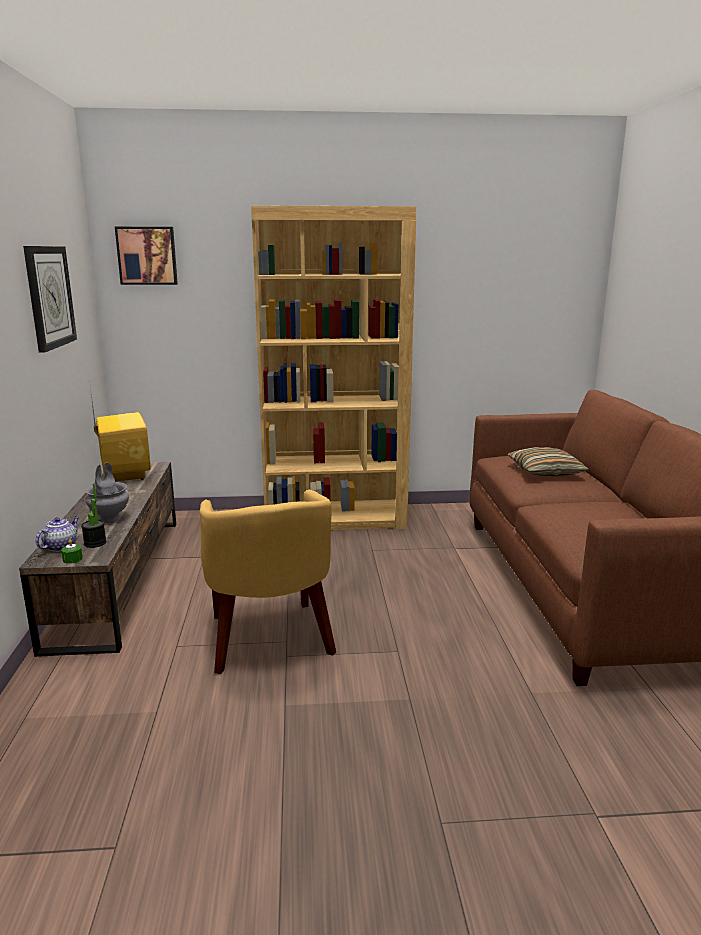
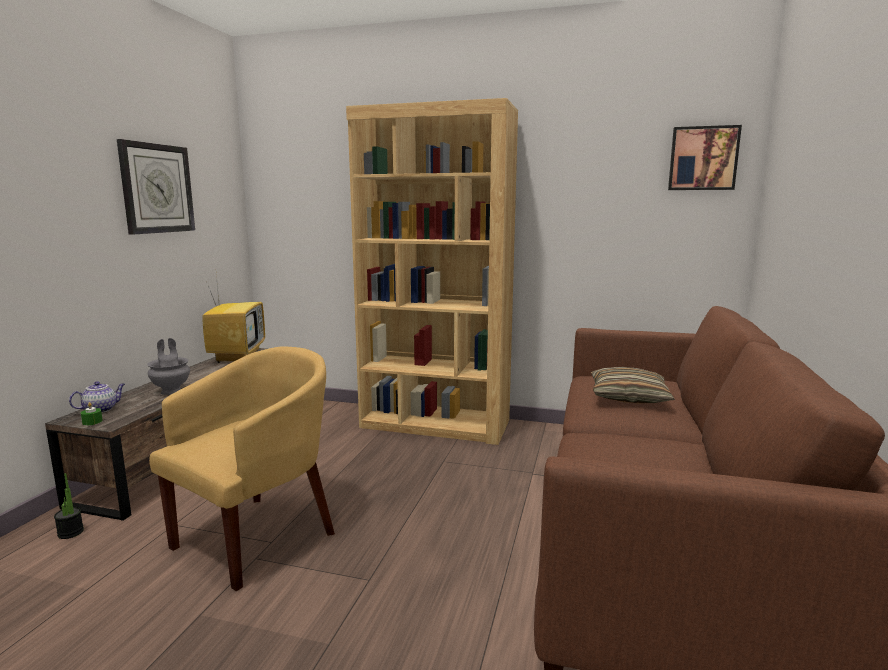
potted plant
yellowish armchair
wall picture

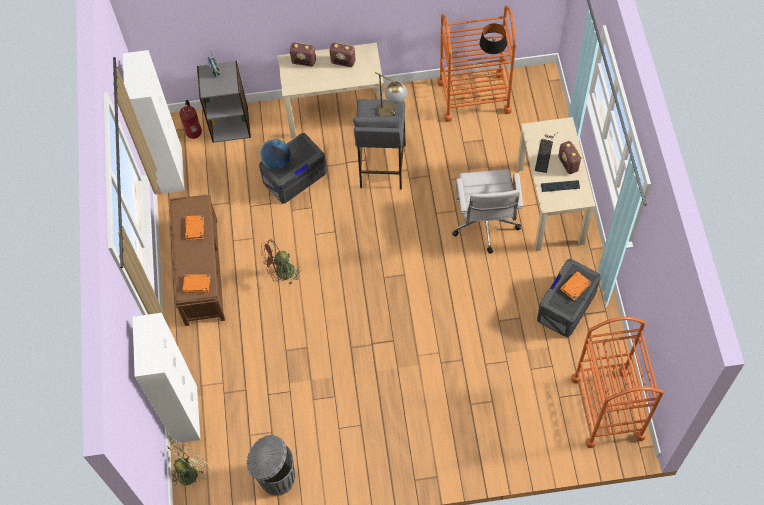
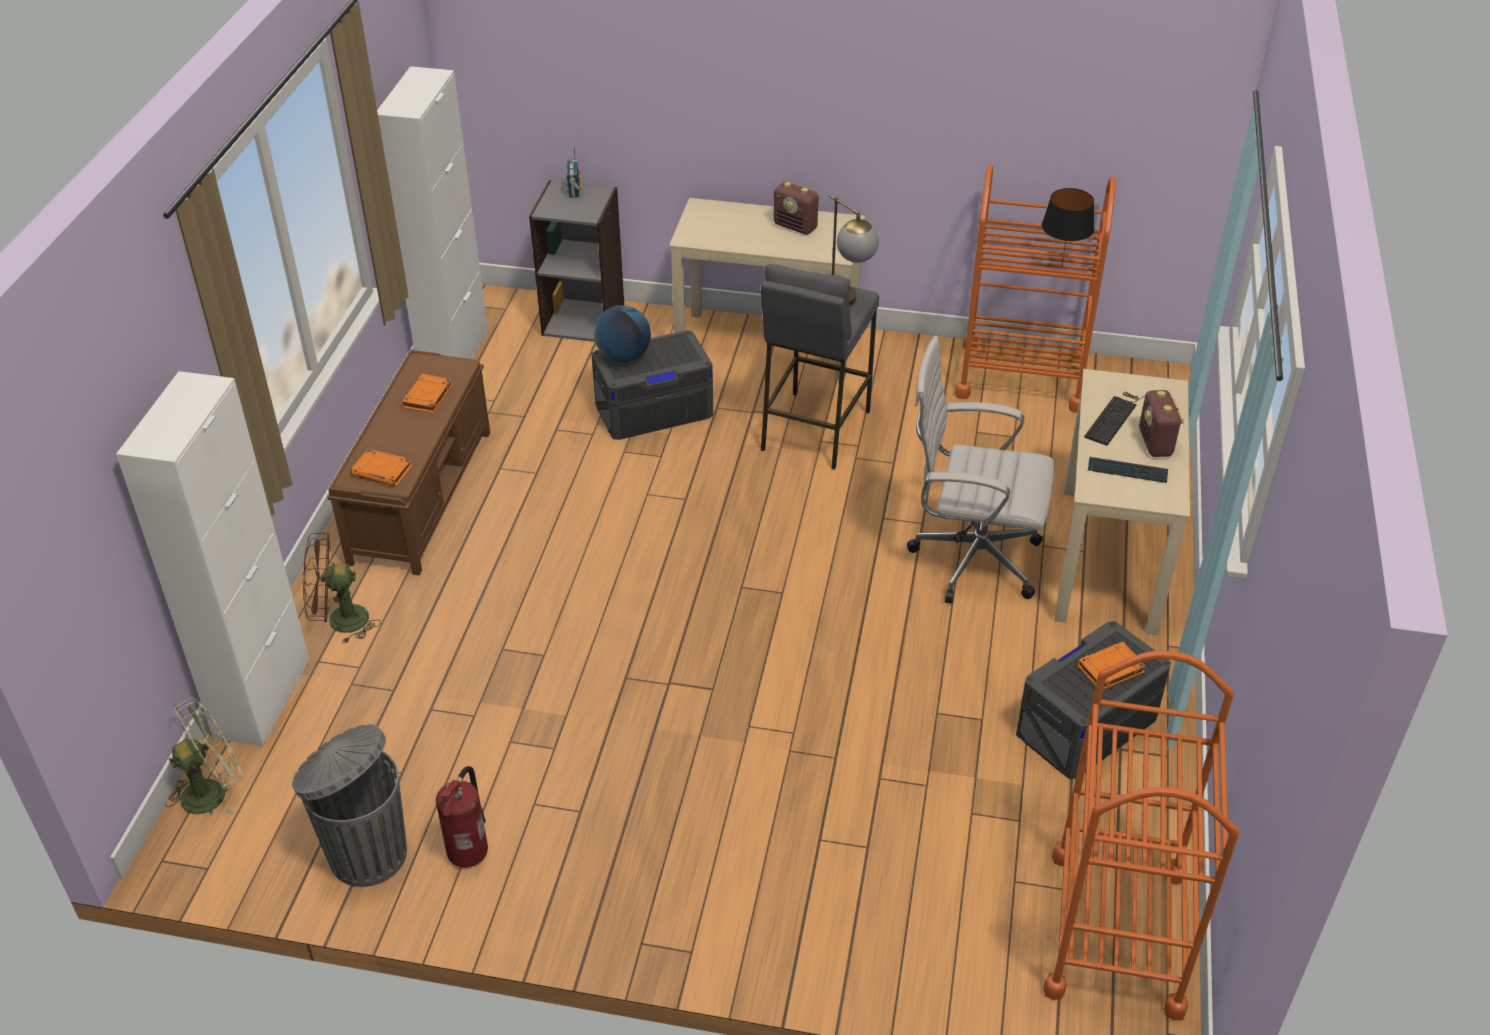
brown cooling fan
fire extinguisher
white-coloured desk chair
radio set (no. 2 from left in the first image)

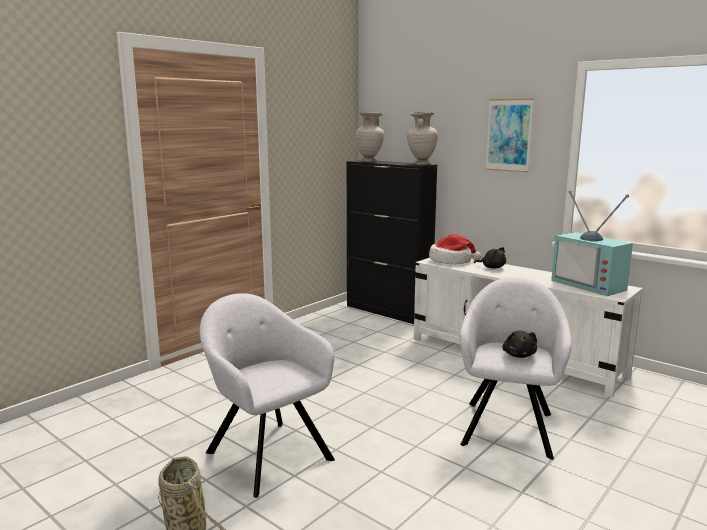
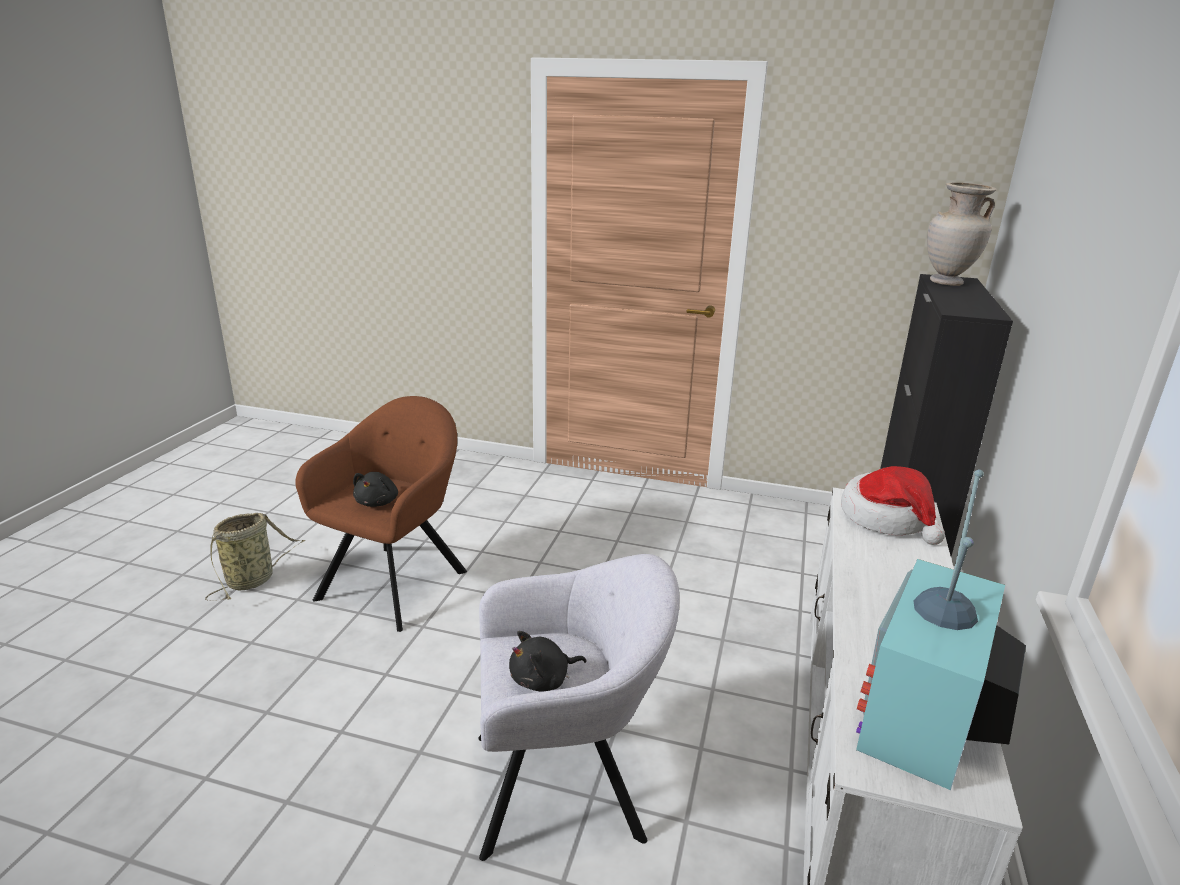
brown armchair
black cuddly toy (no. 1 from left)
beige-coloured decorative vase (no. 2 from left in the first image)
wall picture

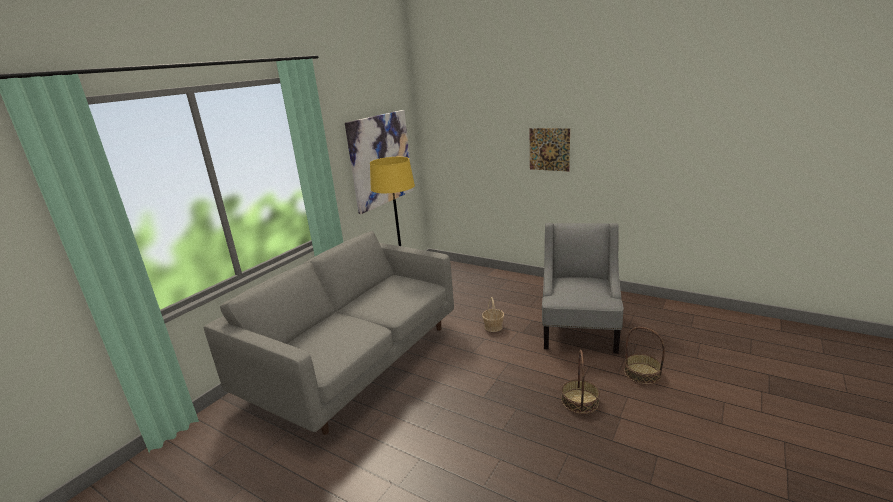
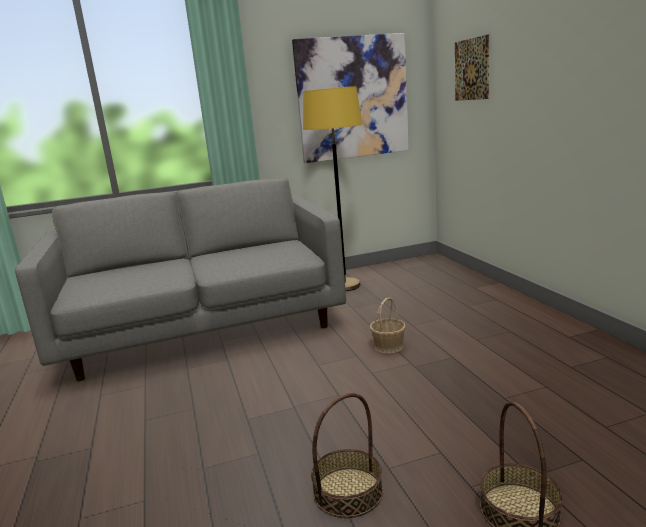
wall picture (no. 2 from left)
greyish armchair

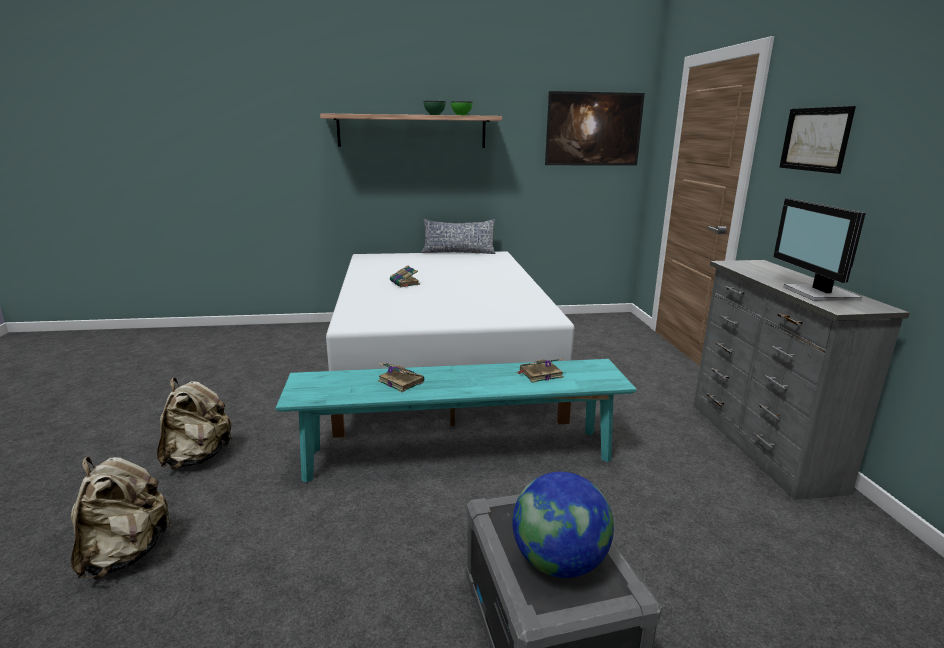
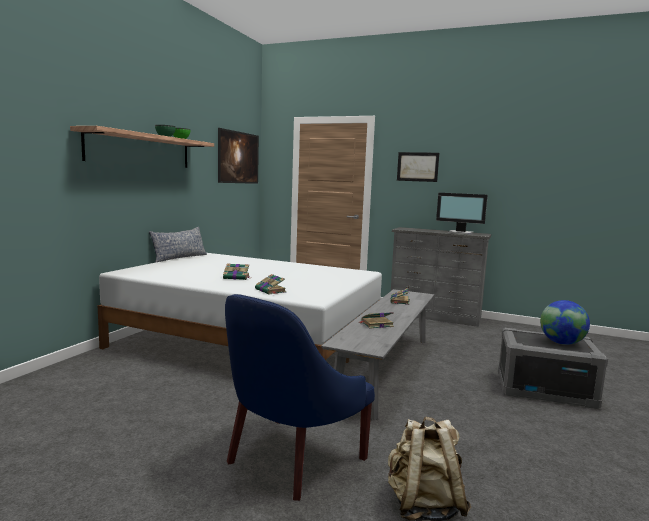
blue armchair
volume (no. 2 from left)
greyish long seat

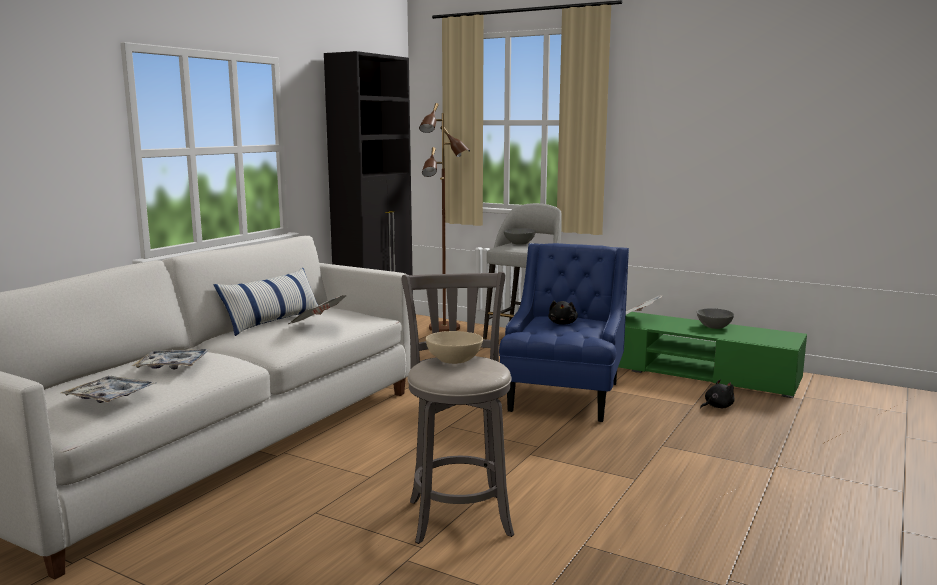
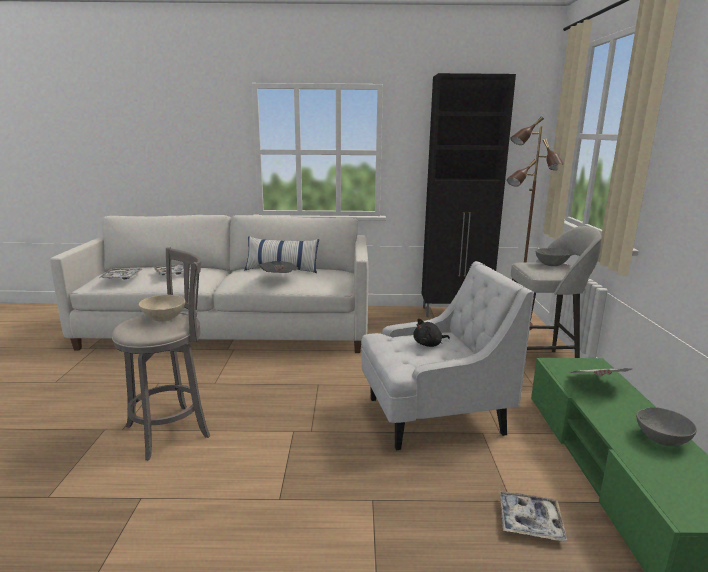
white-coloured armchair
tray (no. 3 from left)

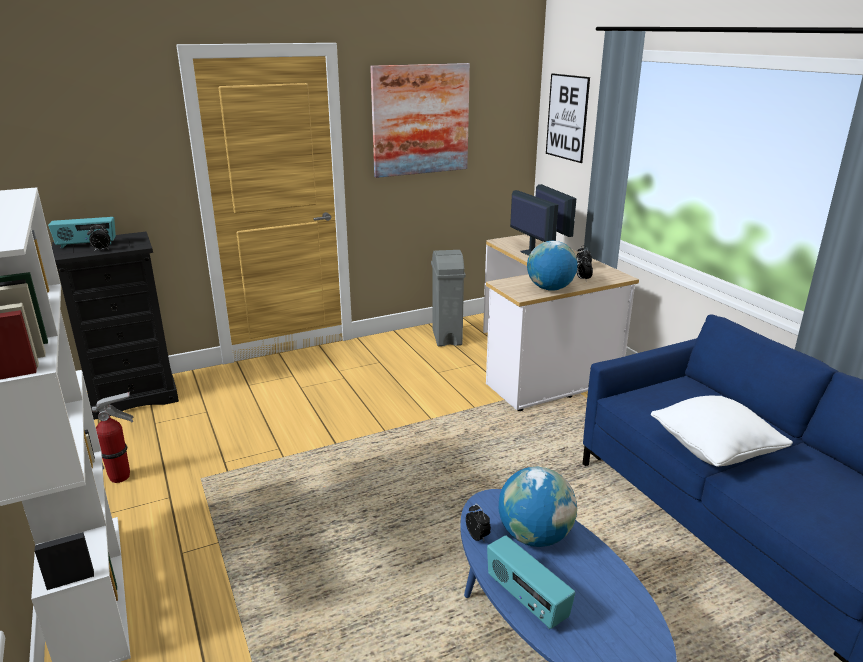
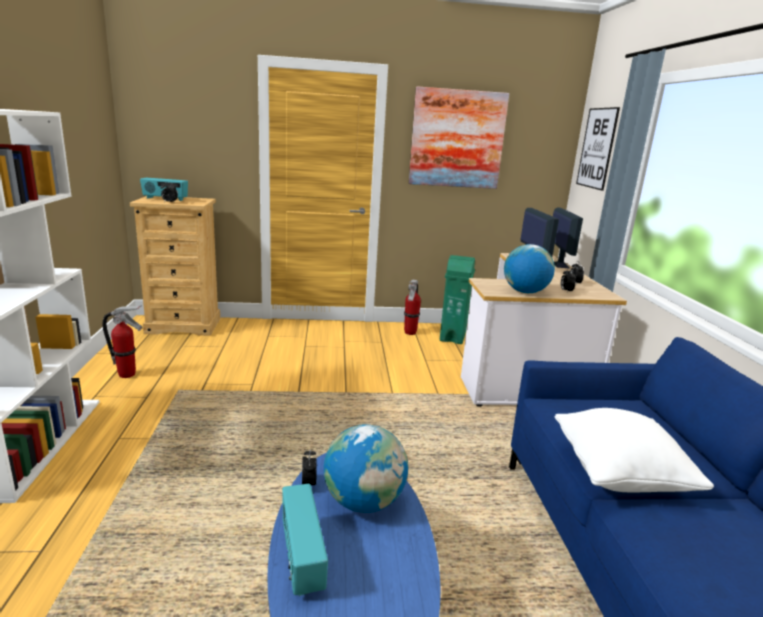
beige-coloured drawer chest
fire extinguisher (no. 2 from left)
green-coloured trash can

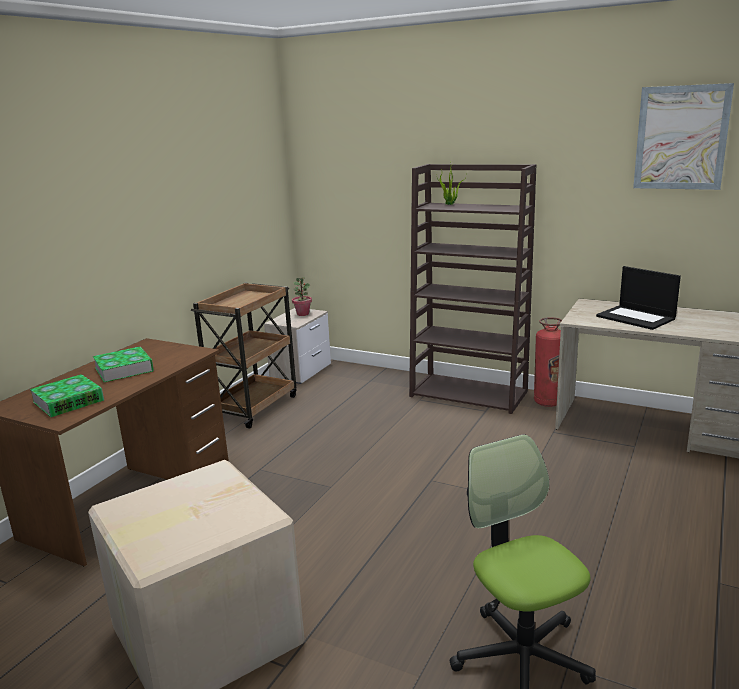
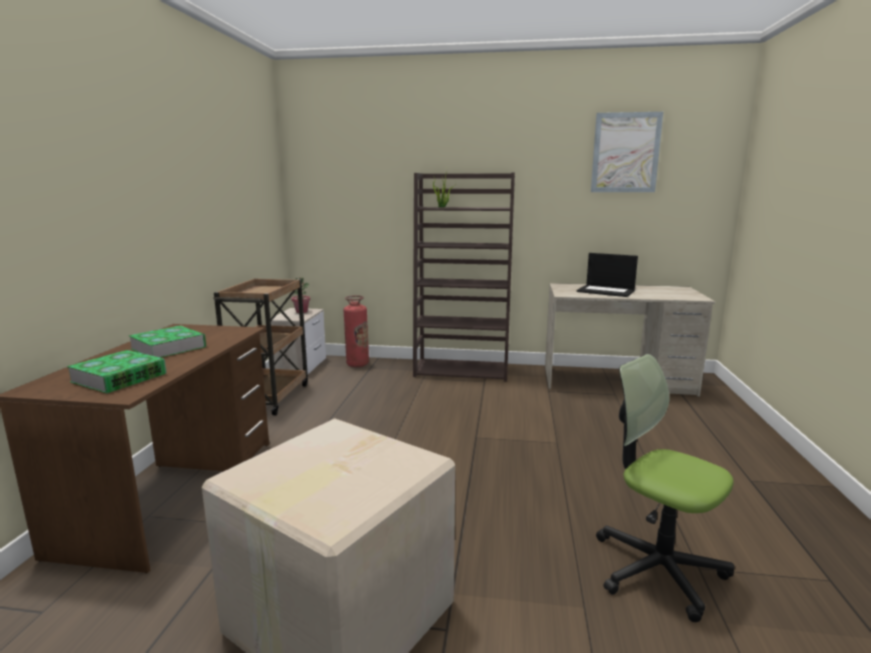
fire extinguisher

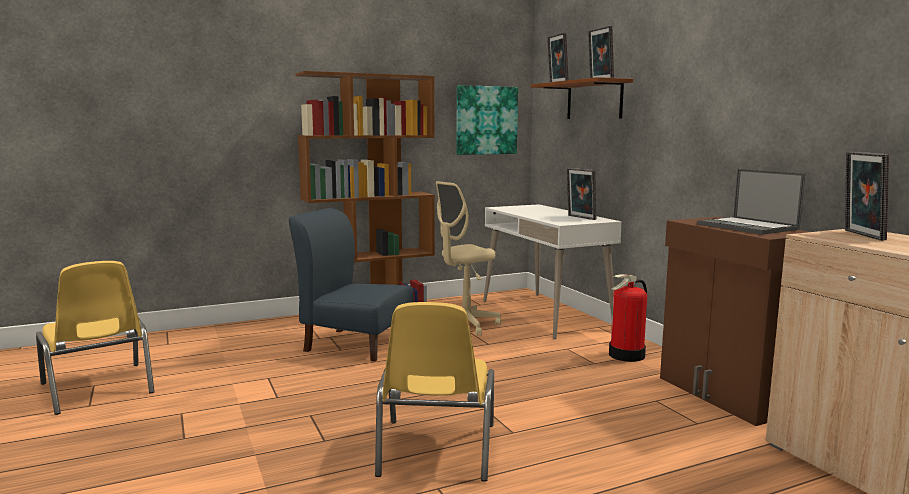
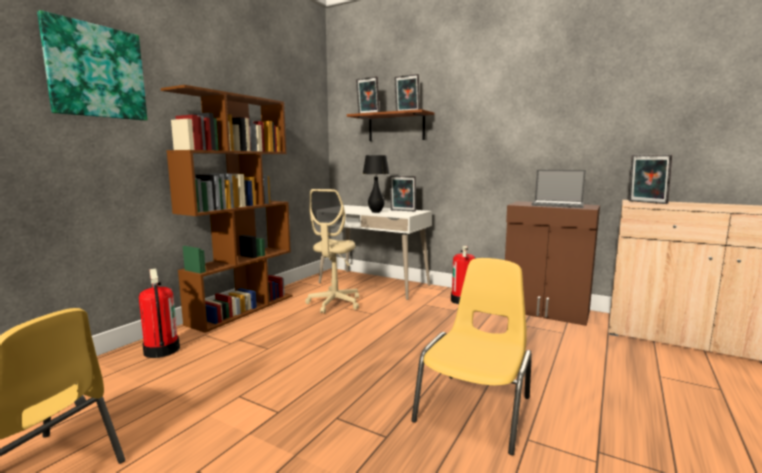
wall picture
fire extinguisher (no. 1 from left)
black table lamp
yellowish upright chair (no. 2 from left)
blue upright chair

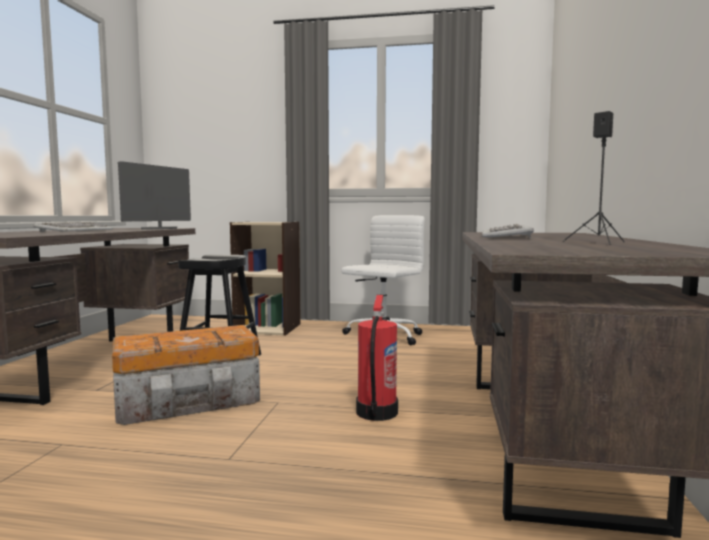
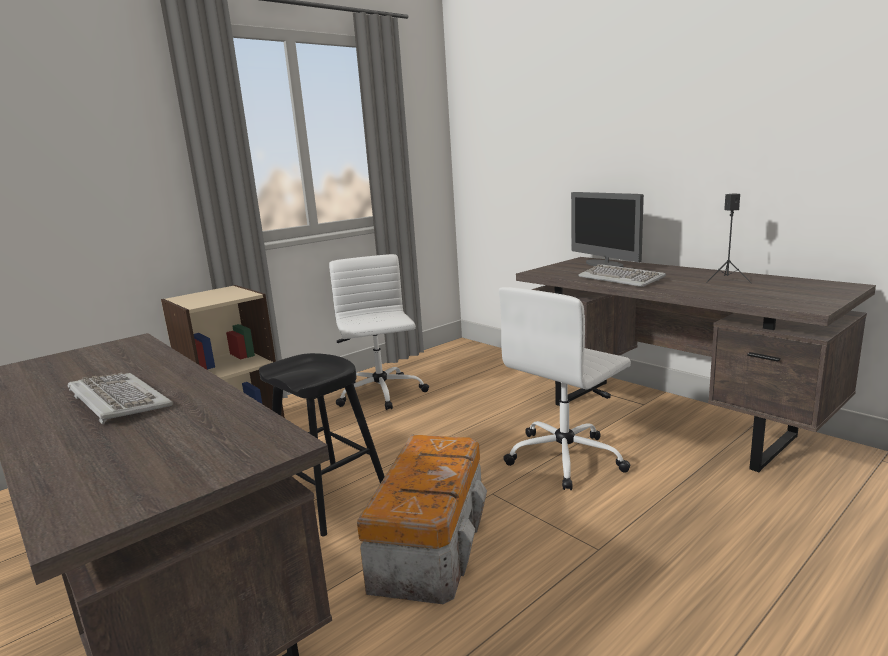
white-coloured desk chair (no. 2 from left)
computer display

